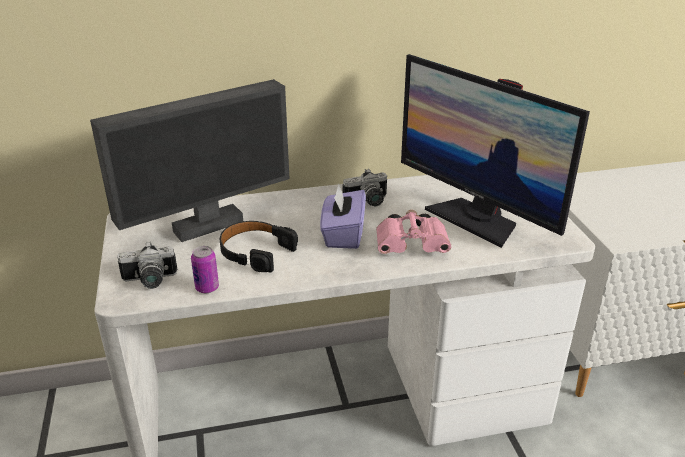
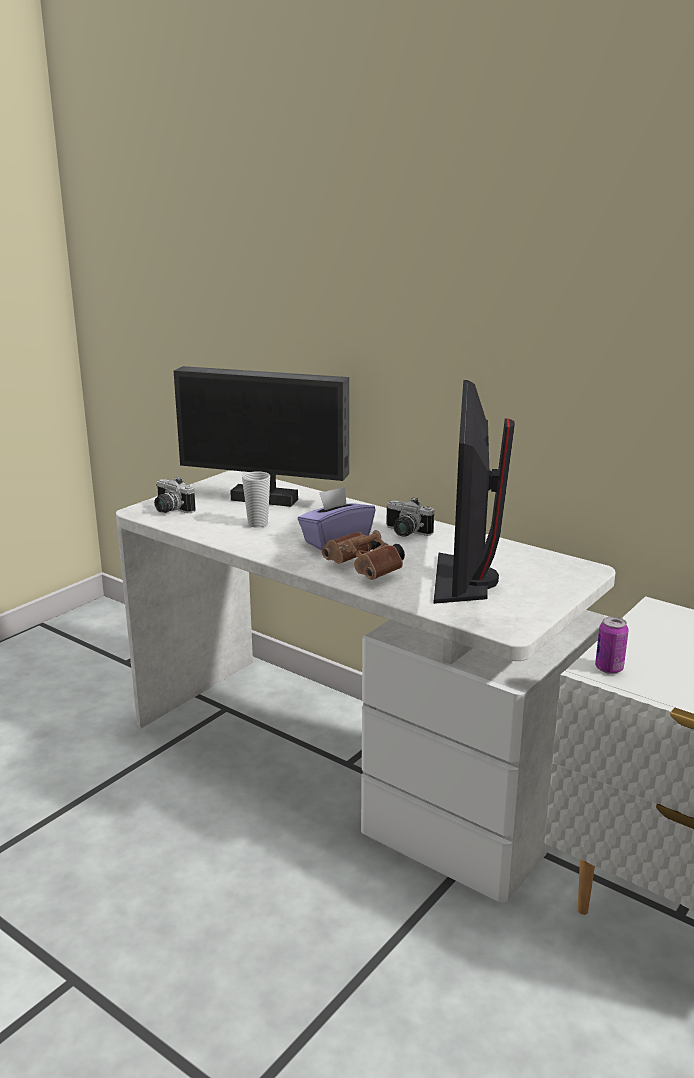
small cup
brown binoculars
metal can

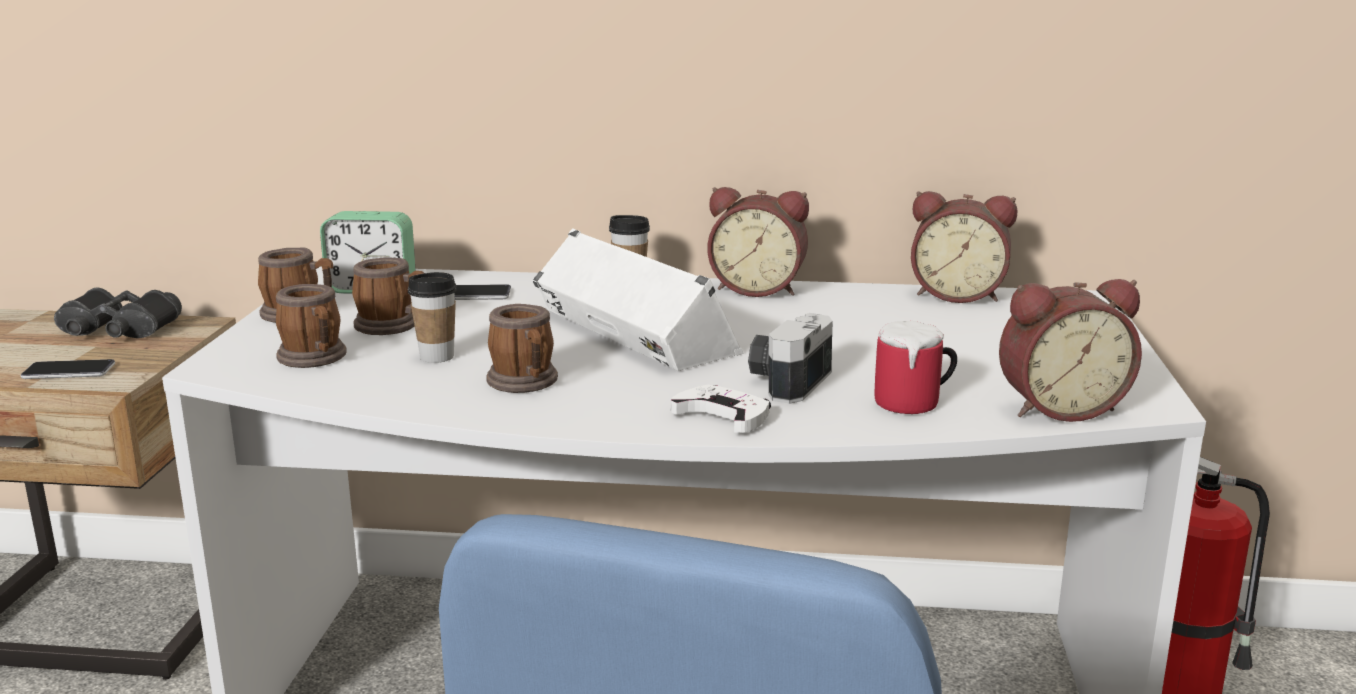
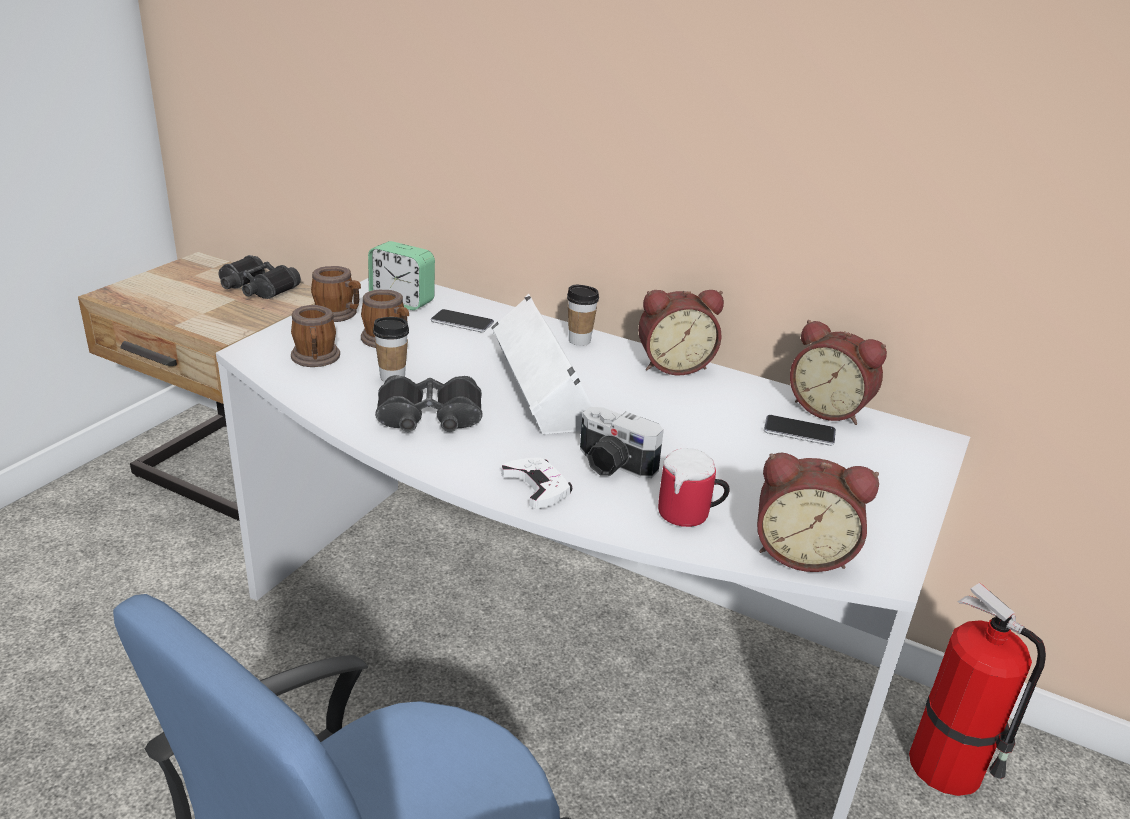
black binoculars (no. 2 from left)
still camera
table clock (no. 2 from left)
handset (no. 2 from left)

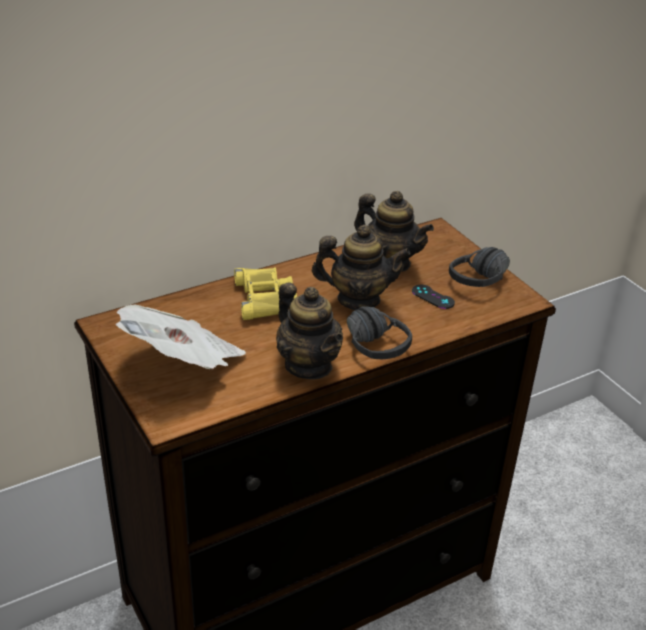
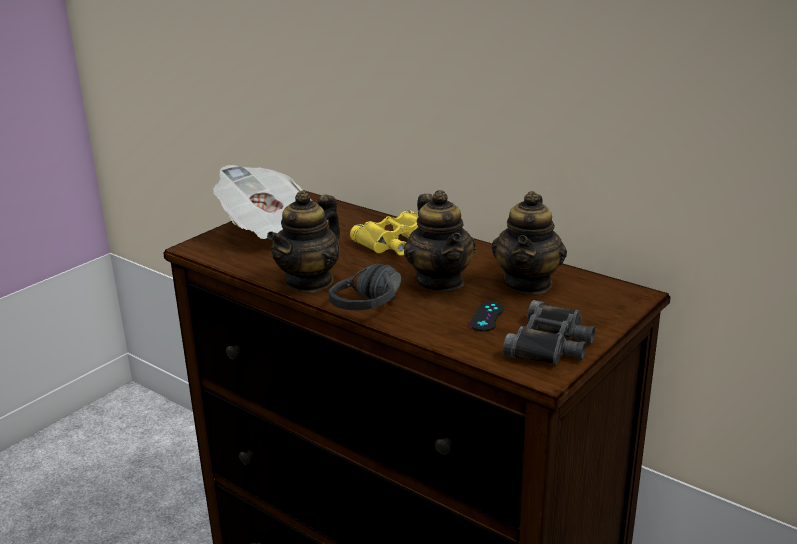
black binoculars

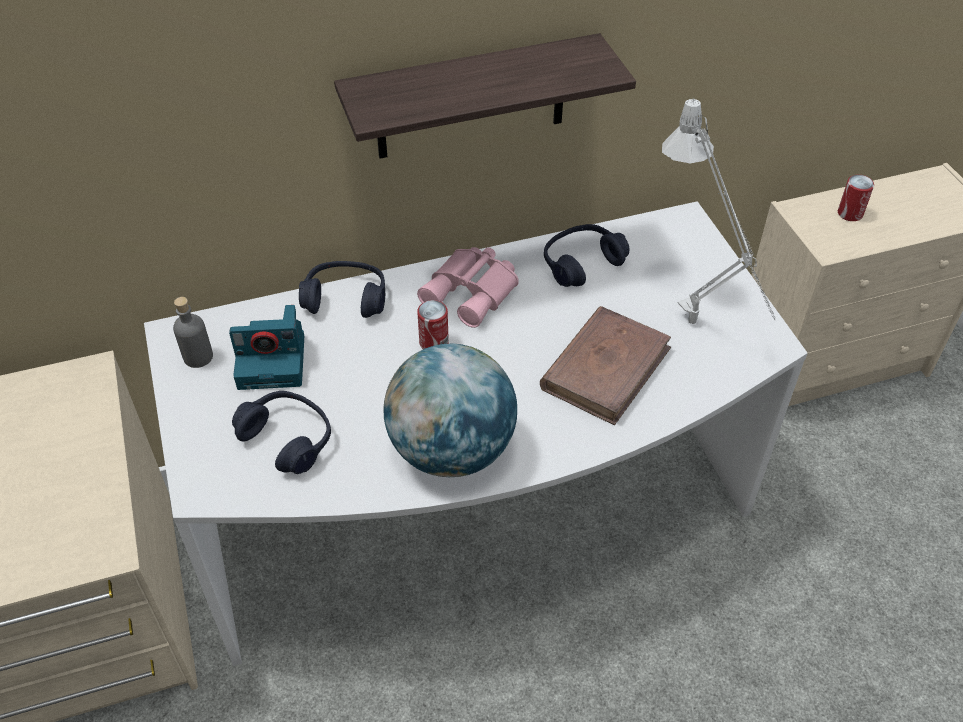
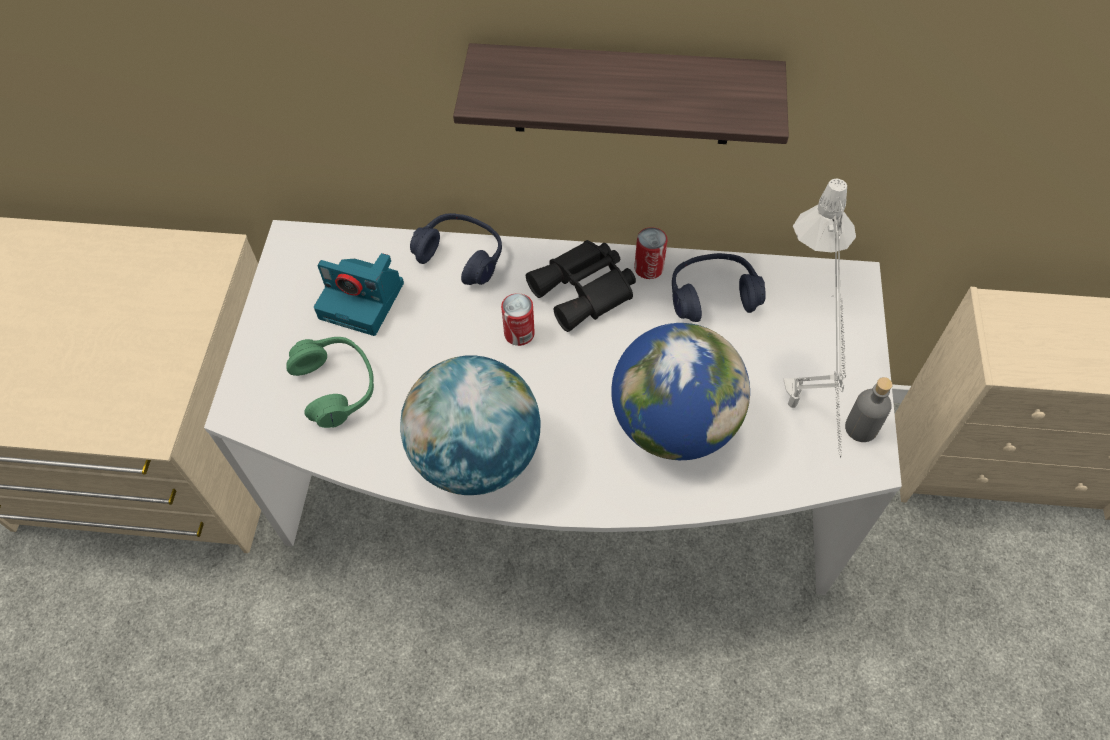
green-coloured pair of headphones
black binoculars
desk globe (no. 2 from left)
metal can (no. 2 from left)
greyish beverage bottle

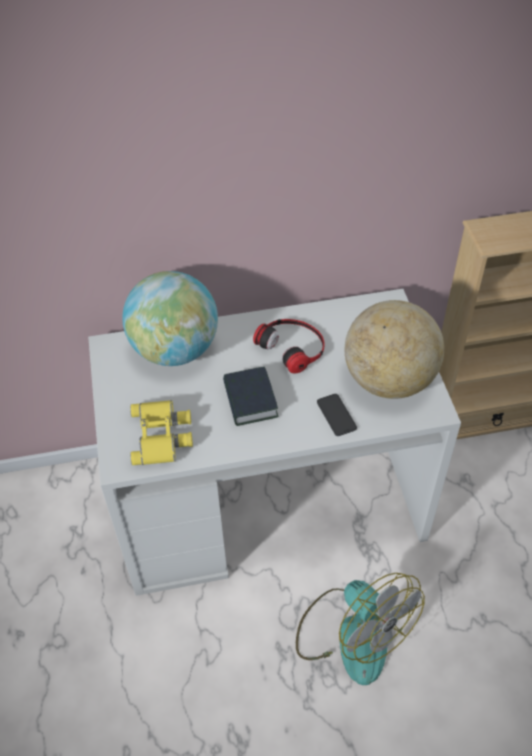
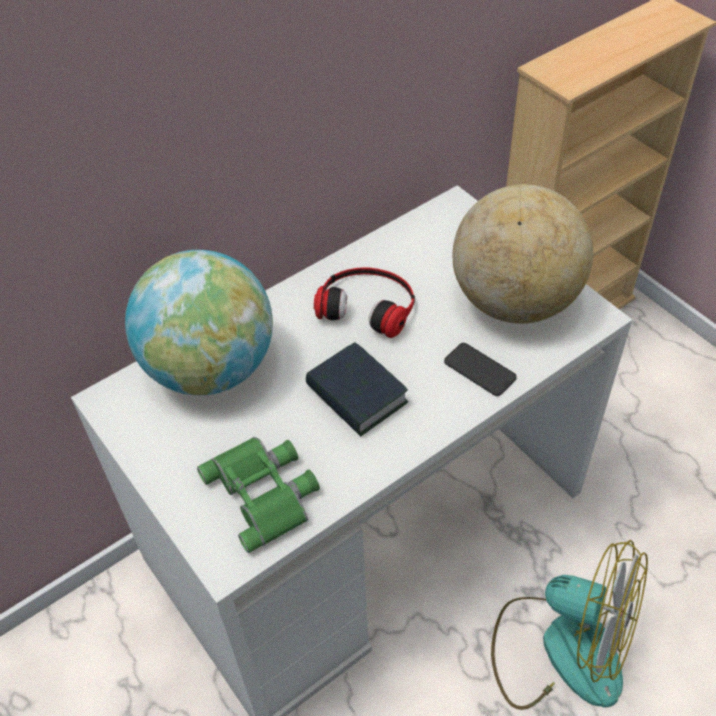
green-coloured binoculars

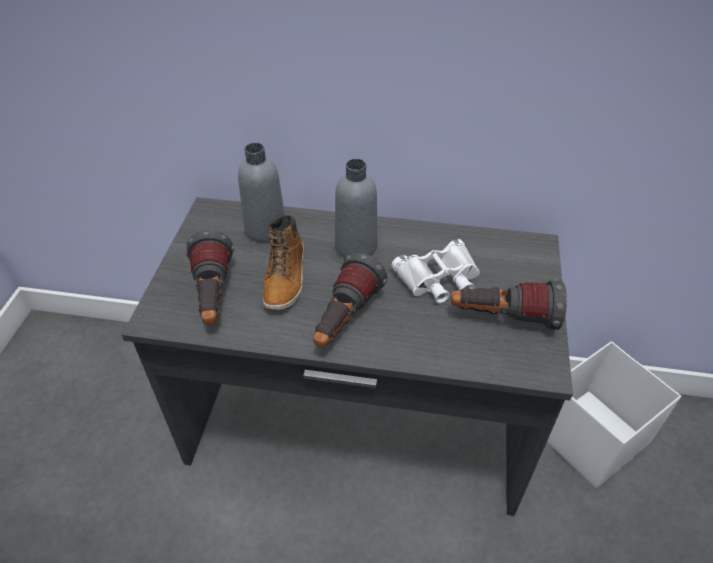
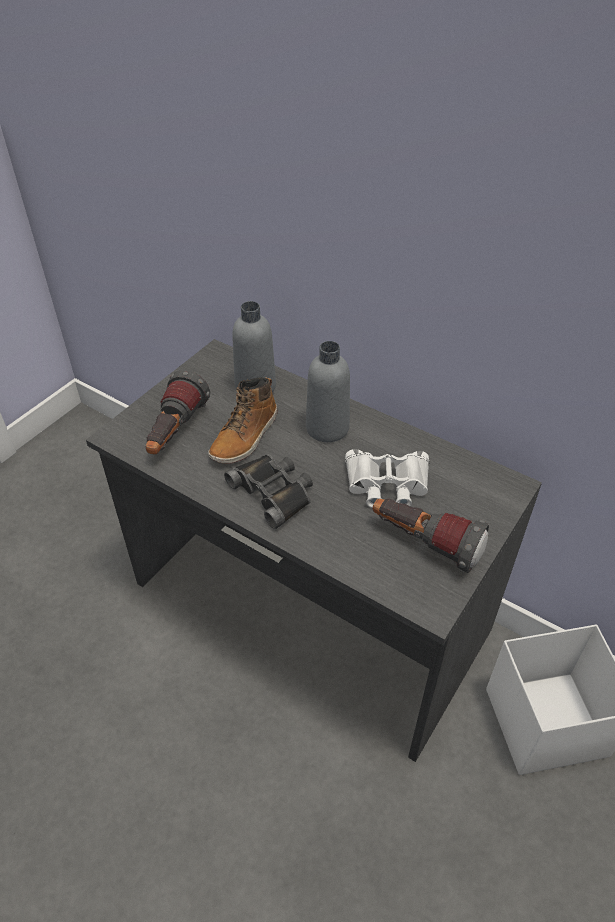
black binoculars

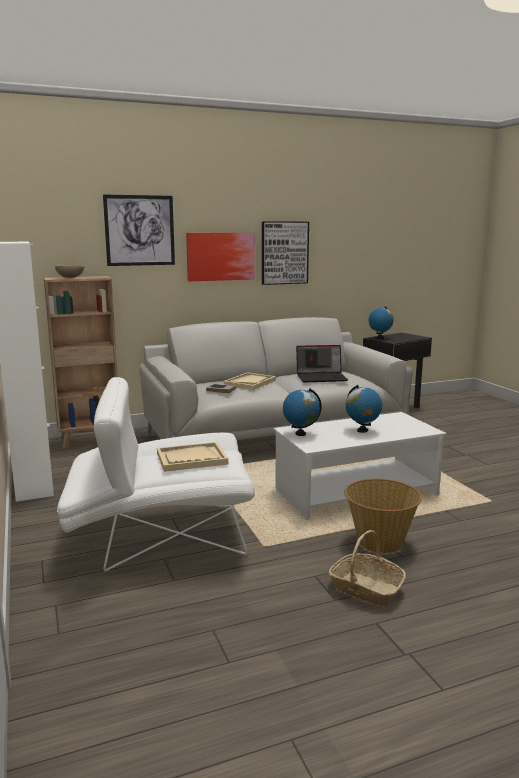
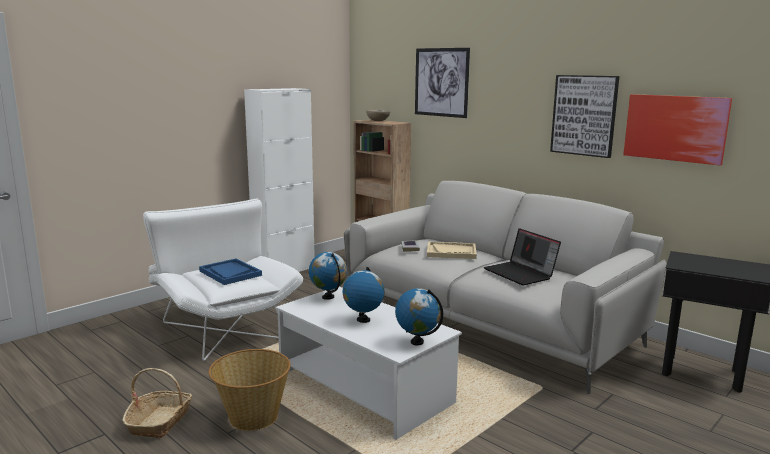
blue tray
desk globe (no. 3 from left)
wall picture (no. 3 from left)

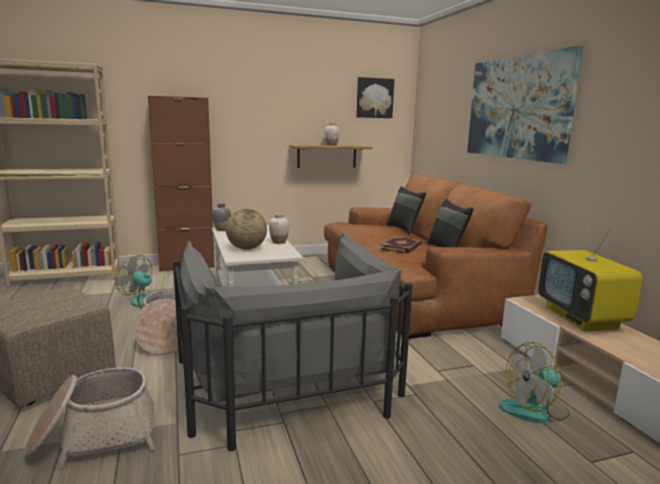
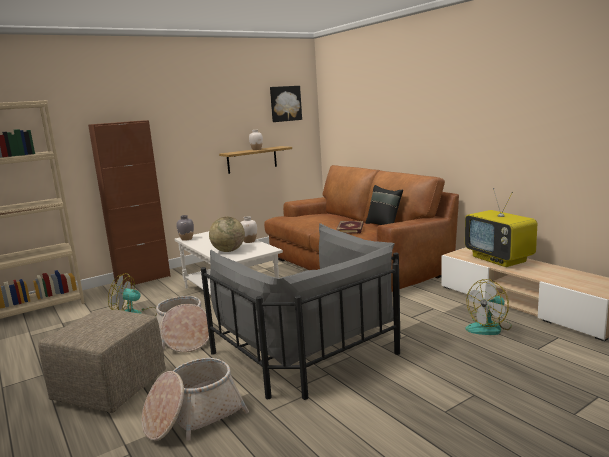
black pillow (no. 1 from left in the first image)
wall picture (no. 2 from left in the first image)

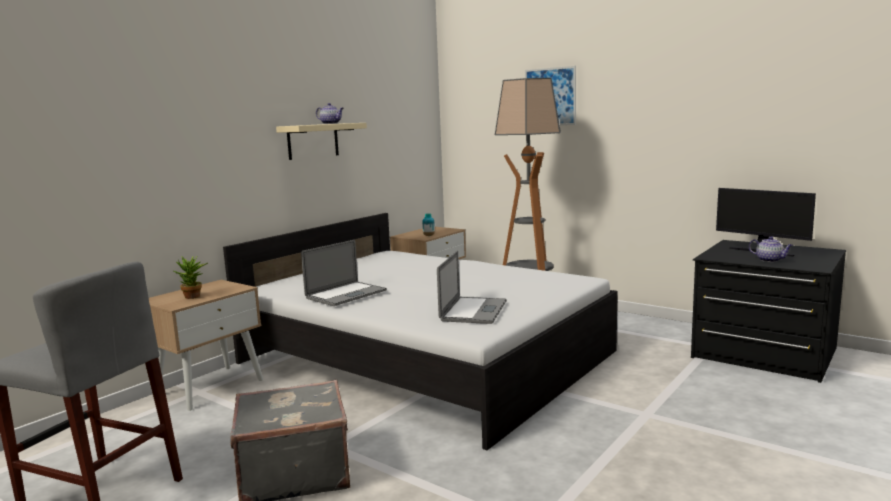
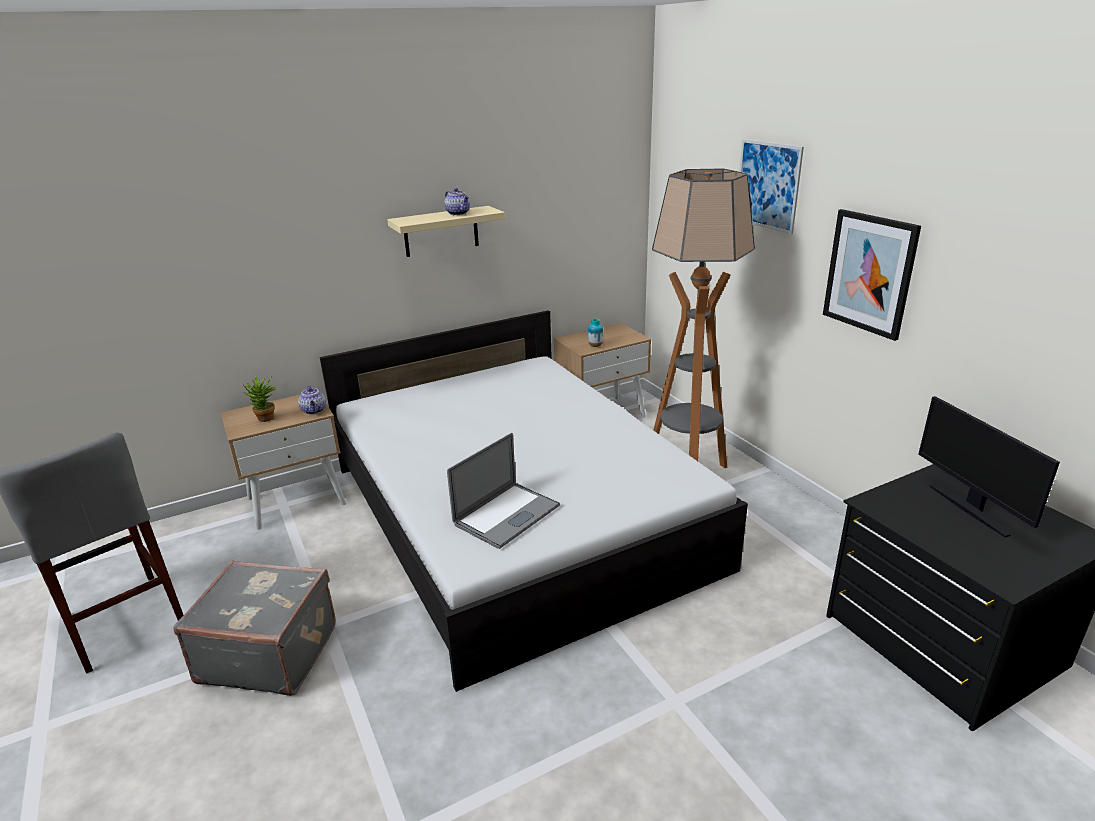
teapot (no. 1 from left)
wall picture (no. 2 from left)
laptop (no. 1 from left in the first image)

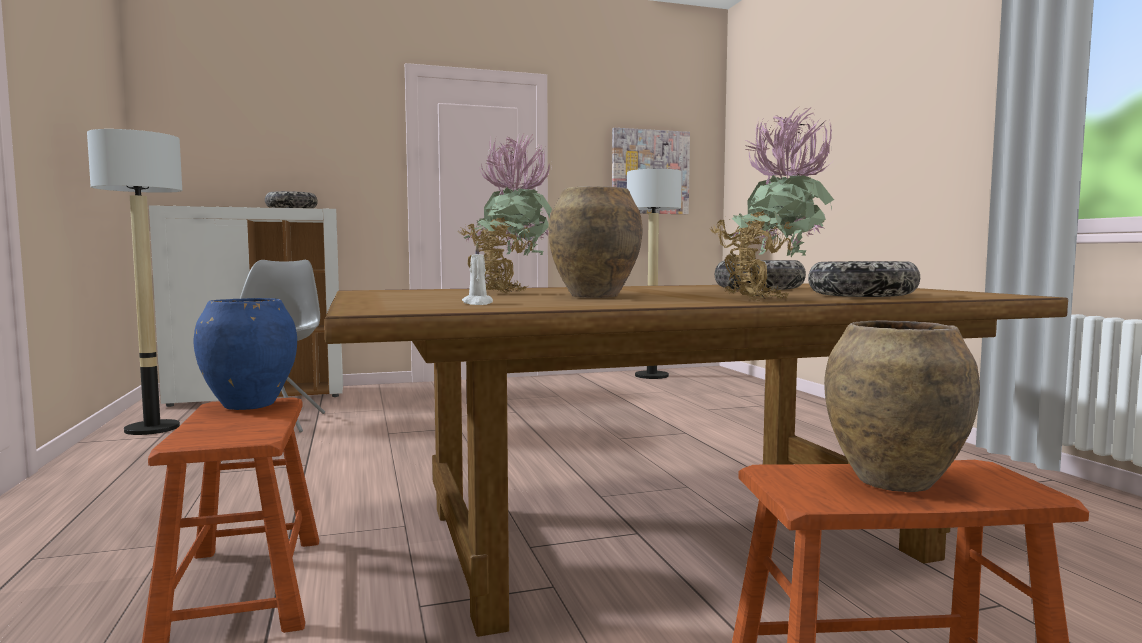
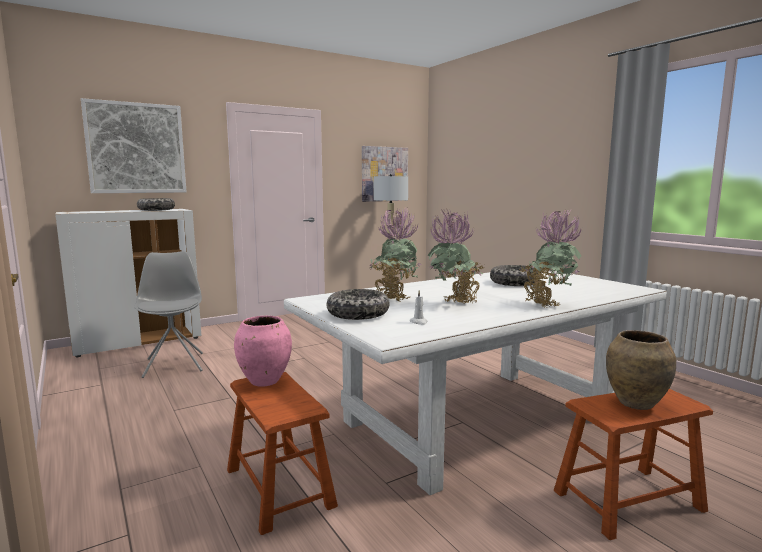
wall picture (no. 1 from left)
pink-coloured decorative vase
white-coloured dinner table
serving bowl (no. 2 from left)
potted plant (no. 2 from left)
standing lamp (no. 1 from left in the first image)

